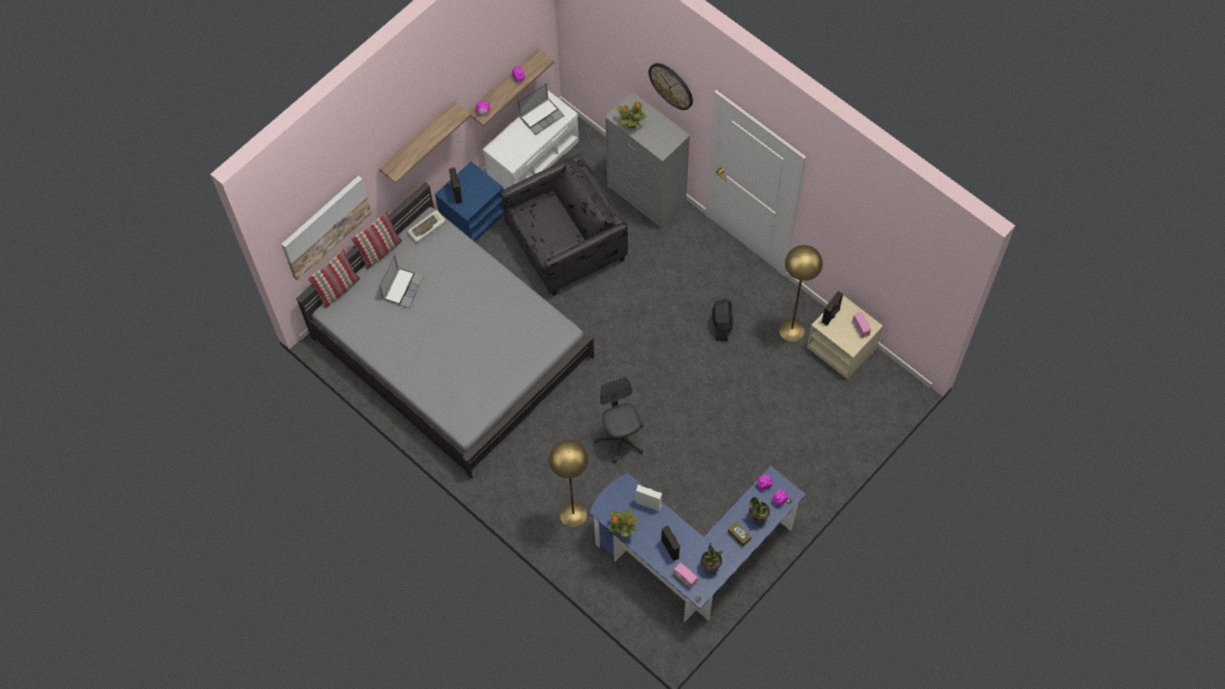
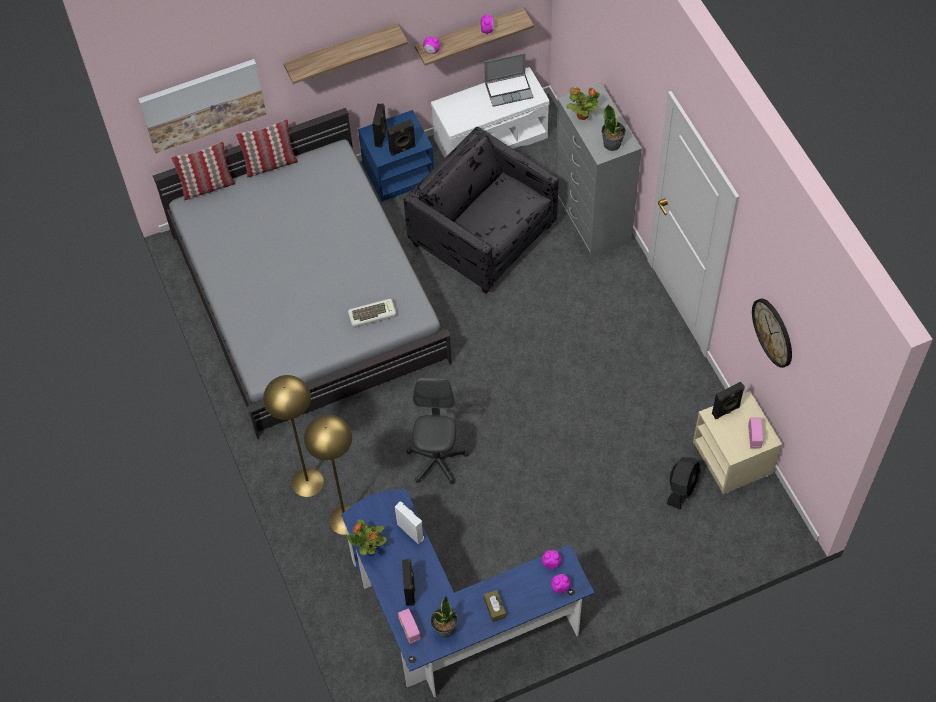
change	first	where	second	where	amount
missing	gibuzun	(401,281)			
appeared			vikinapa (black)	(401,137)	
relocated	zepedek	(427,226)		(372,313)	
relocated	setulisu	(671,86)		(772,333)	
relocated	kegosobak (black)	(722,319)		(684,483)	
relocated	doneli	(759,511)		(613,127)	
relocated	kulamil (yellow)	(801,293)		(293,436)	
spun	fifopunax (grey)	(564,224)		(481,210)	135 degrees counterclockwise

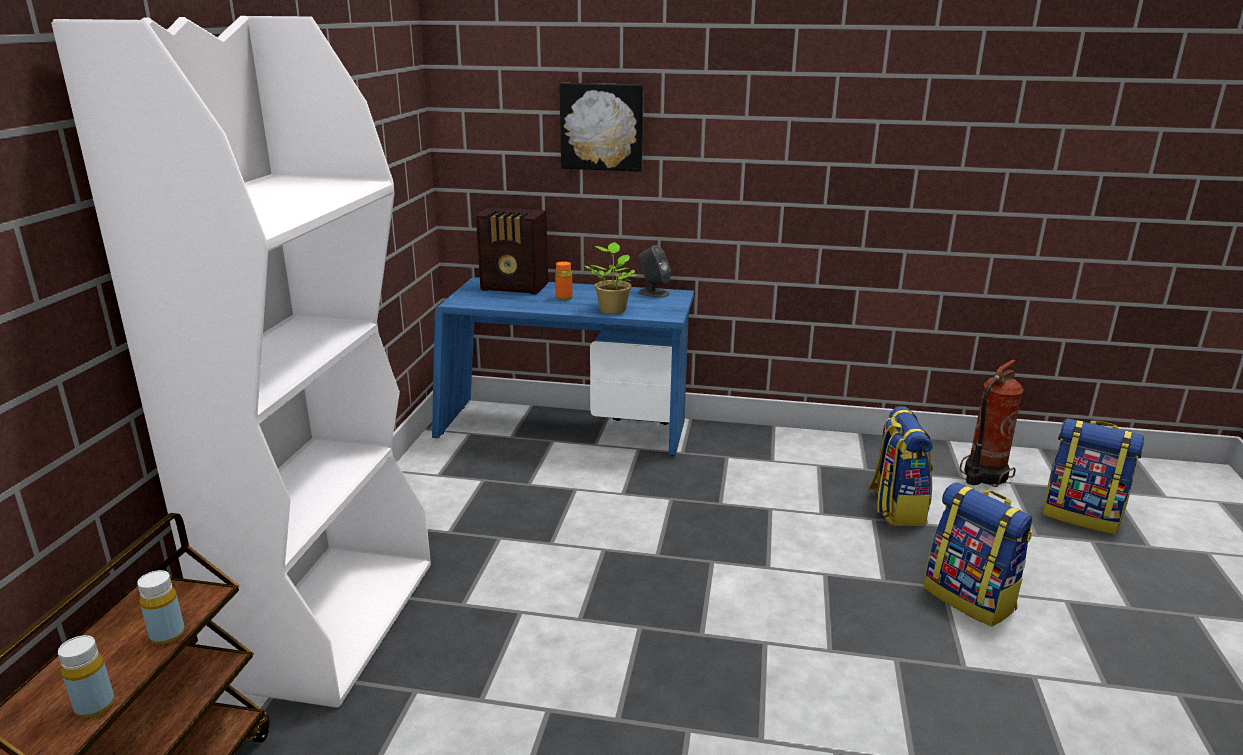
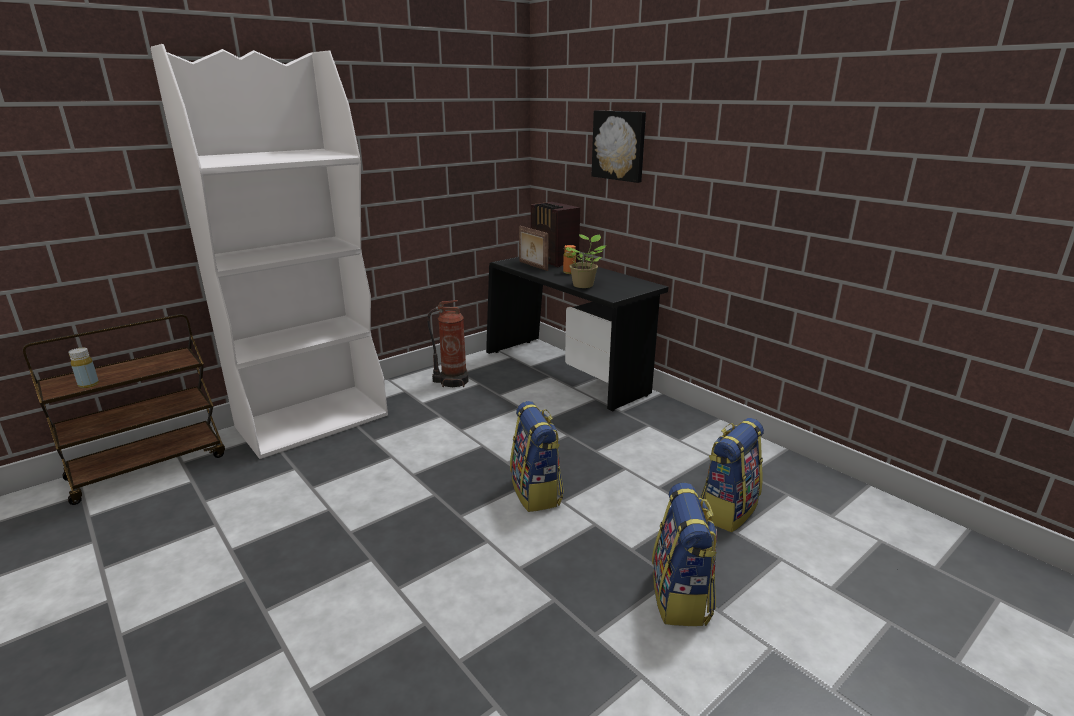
change	first	where	second	where	amount
missing	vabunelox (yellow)	(161,607)			
missing	vikinapa (grey)	(654,271)			
appeared			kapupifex	(533,248)	
relocated	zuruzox	(992,423)		(448,343)	
relocated	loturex	(1093,476)		(537,456)	
colour	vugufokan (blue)	(563,366)	vugufokan (black)	(577,334)	

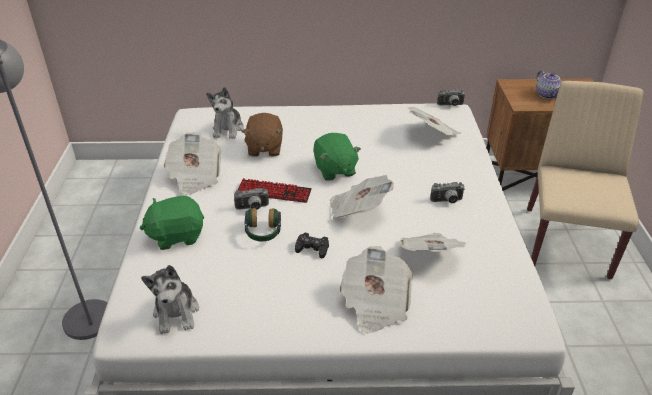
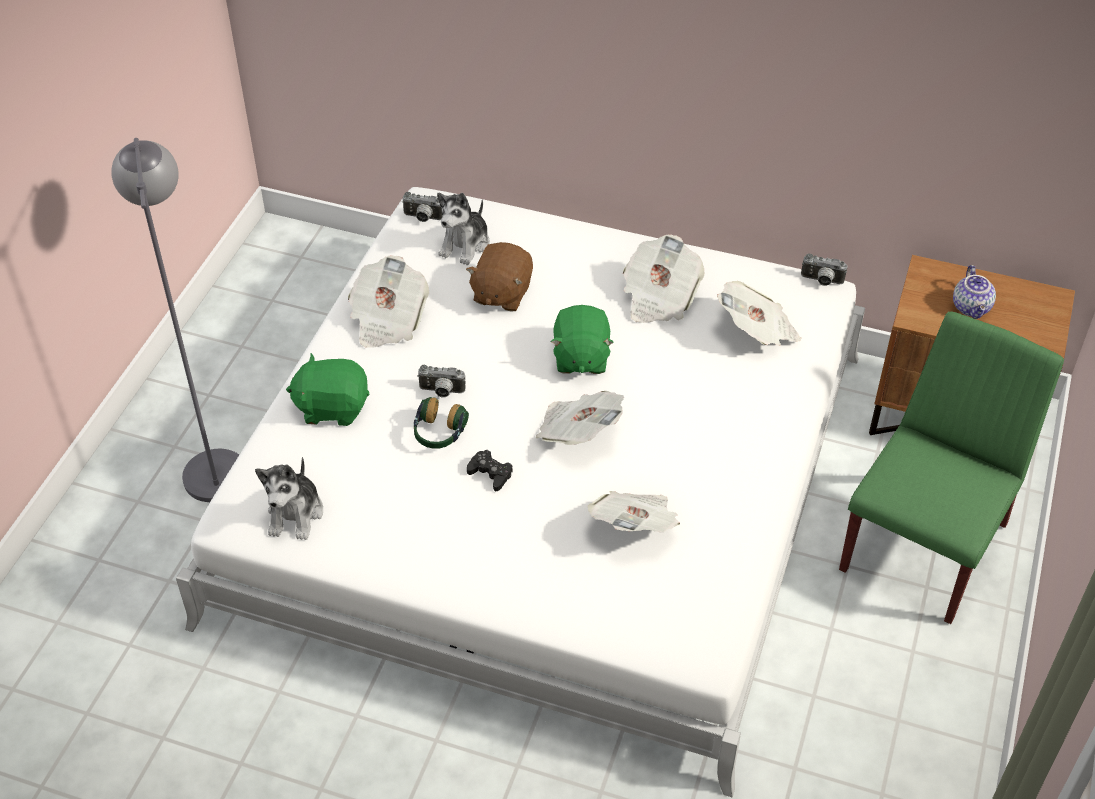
change	first	where	second	where	amount
missing	zepedek	(275,190)			
relocated	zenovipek	(376,290)		(664,278)	
relocated	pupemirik	(447,193)		(422,207)	
colour	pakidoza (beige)	(585,180)	pakidoza (green)	(951,467)	

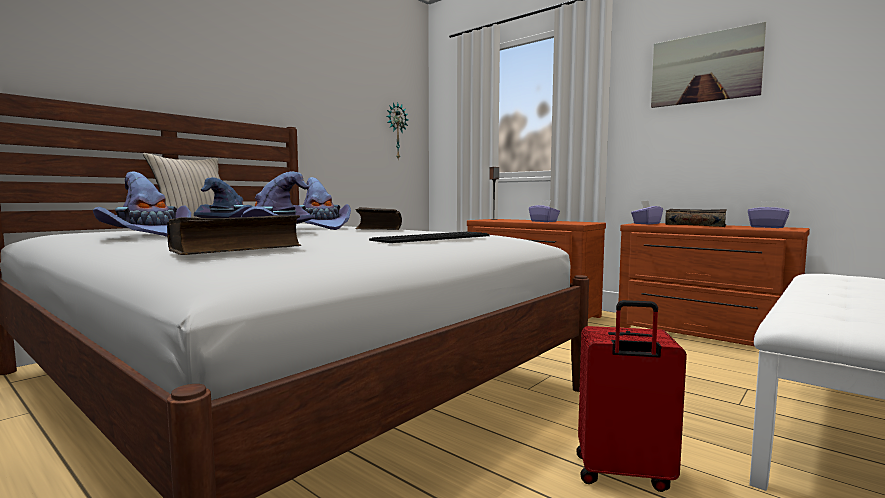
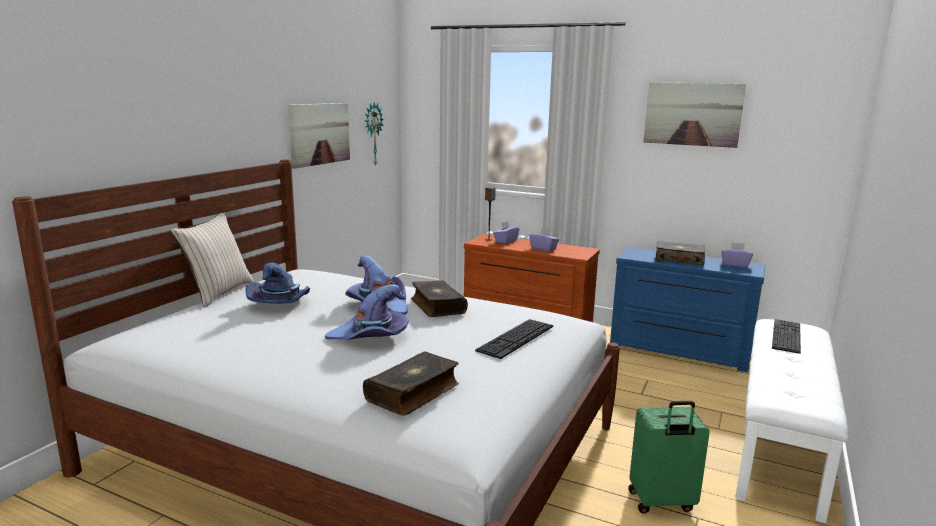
change	first	where	second	where	amount
missing	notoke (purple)	(142,204)			
appeared			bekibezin	(319,136)	
appeared			zepedek	(786,336)	
relocated	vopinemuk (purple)	(647,212)		(506,232)	
colour	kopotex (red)	(631,396)	kopotex (green)	(669,457)	
colour	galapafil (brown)	(714,284)	galapafil (blue)	(687,310)	

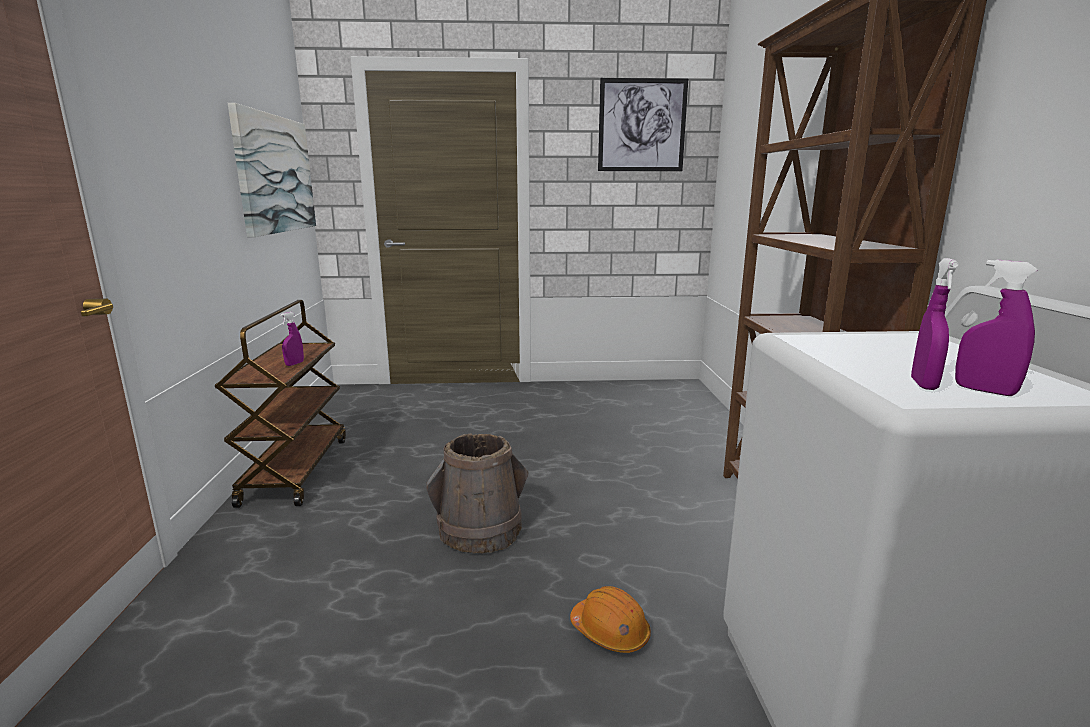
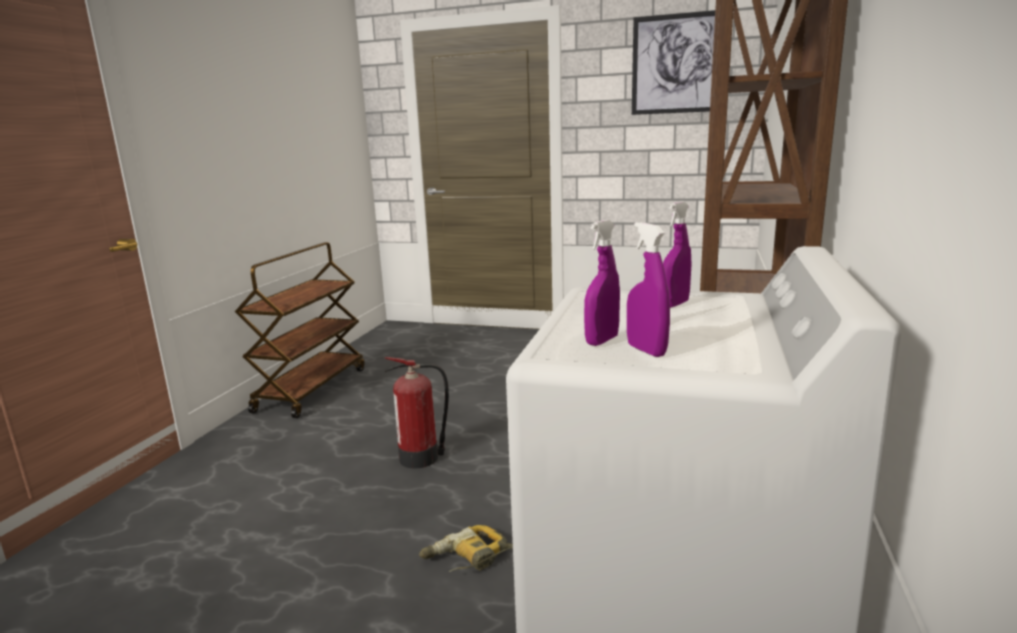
change	first	where	second	where	amount
missing	bekibezin	(272,170)			
relocated	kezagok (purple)	(292,339)		(677,255)	
exchanged	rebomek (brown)	(477,493)	zuruzox	(416,412)	
exchanged	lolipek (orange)	(610,619)	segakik	(466,548)	

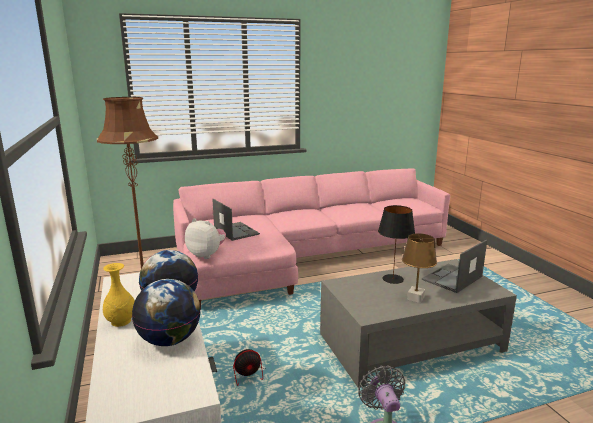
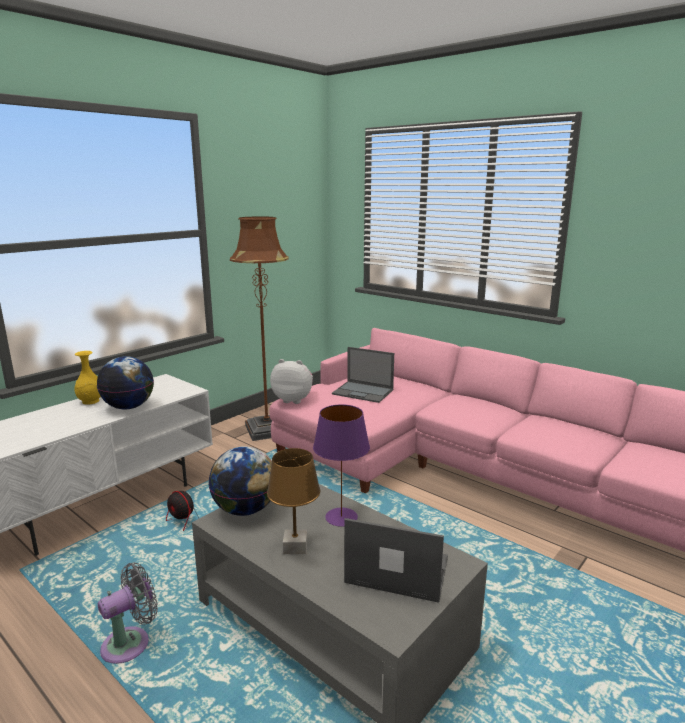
change	first	where	second	where	amount
relocated	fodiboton	(166,312)		(240,481)	
colour	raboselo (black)	(396,244)	raboselo (purple)	(341,465)	
spun	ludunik	(205,238)		(291,381)	75 degrees counterclockwise
spun	gibuzun	(236,220)		(363,375)	90 degrees clockwise

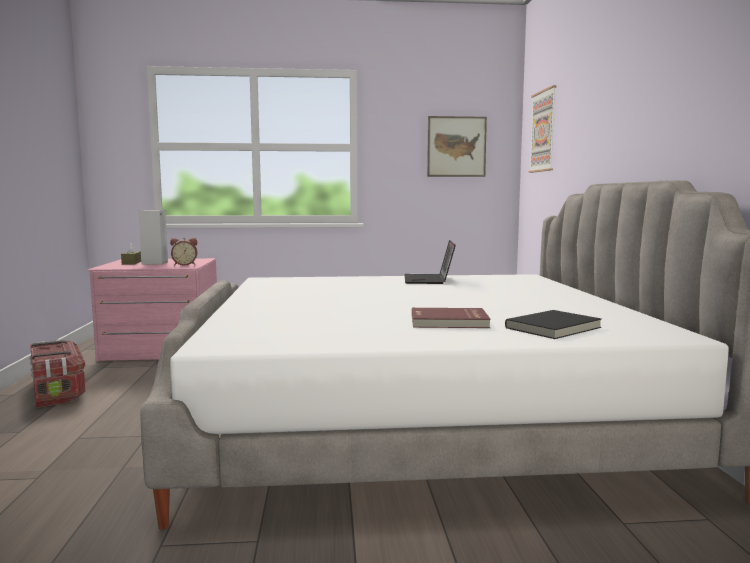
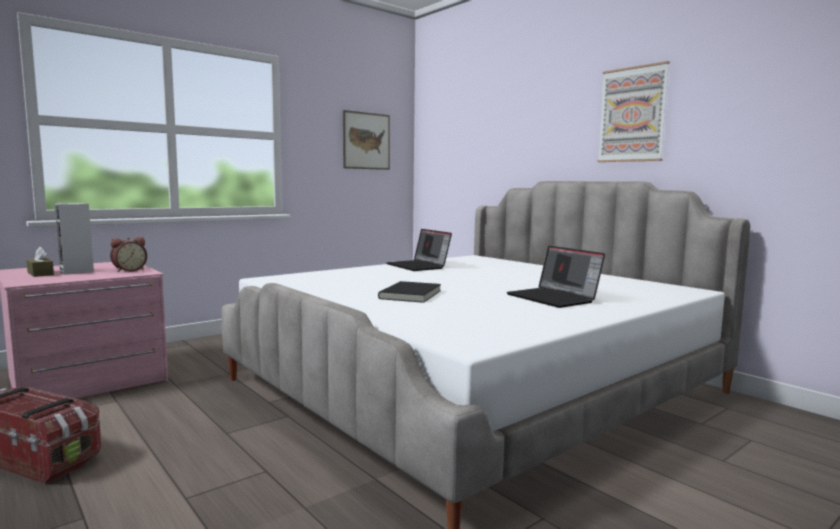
change	first	where	second	where	amount
relocated	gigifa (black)	(553,324)		(409,292)	
relocated	bekibezin	(542,129)		(633,111)	
exchanged	gigifa (red)	(451,318)	gibuzun	(555,277)	

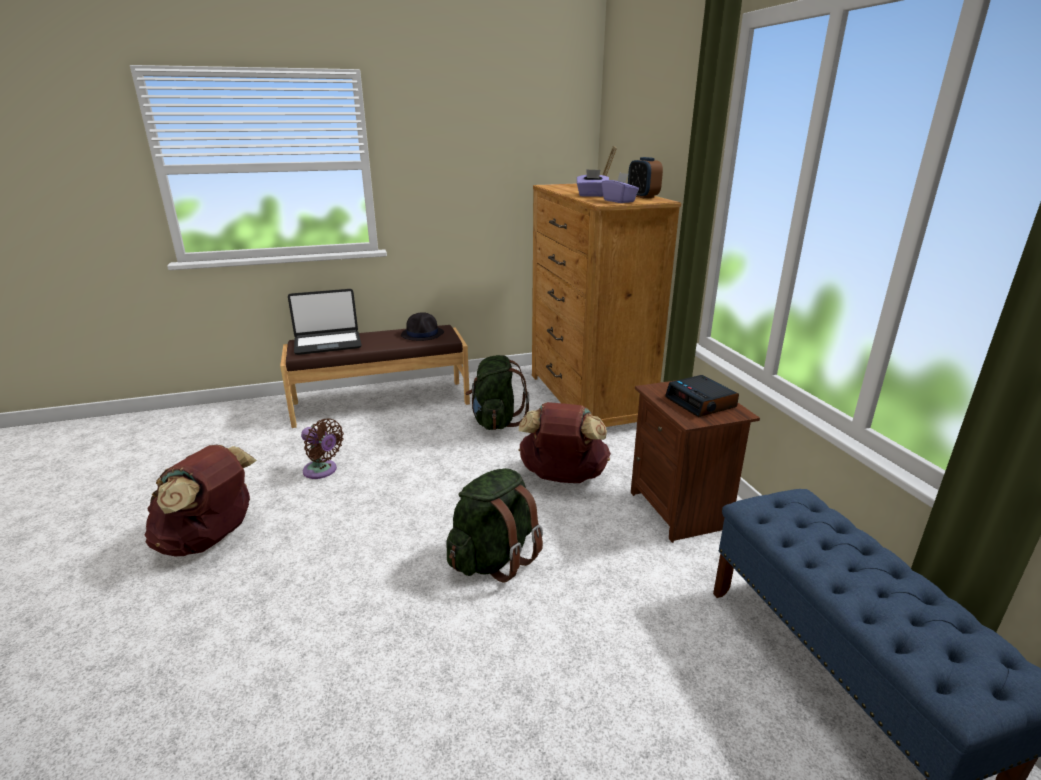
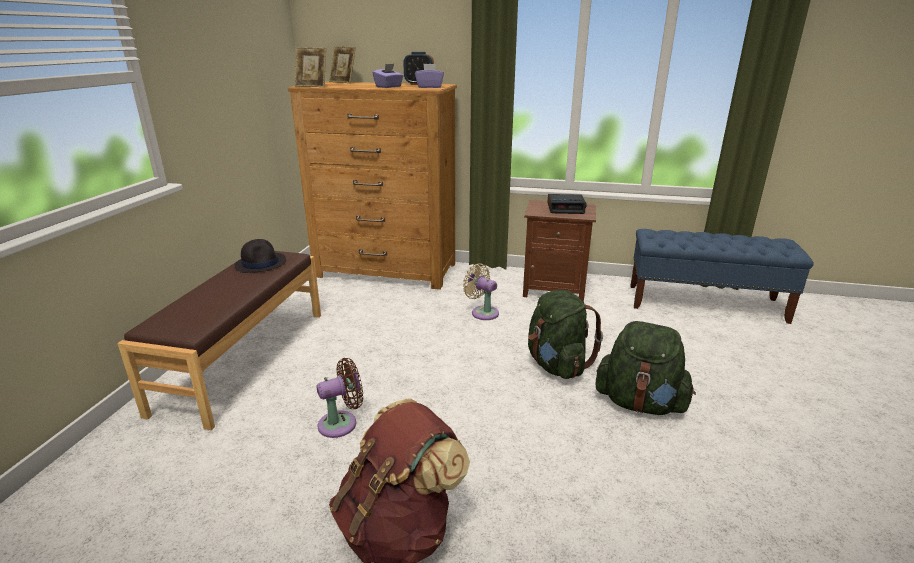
change	first	where	second	where	amount
missing	gibuzun	(325,322)			
appeared			kapupifex	(310,67)	
relocated	loturex (green)	(497,392)		(646,368)	
exchanged	loturex (brown)	(565,442)	kegosobak (beige)	(481,292)	

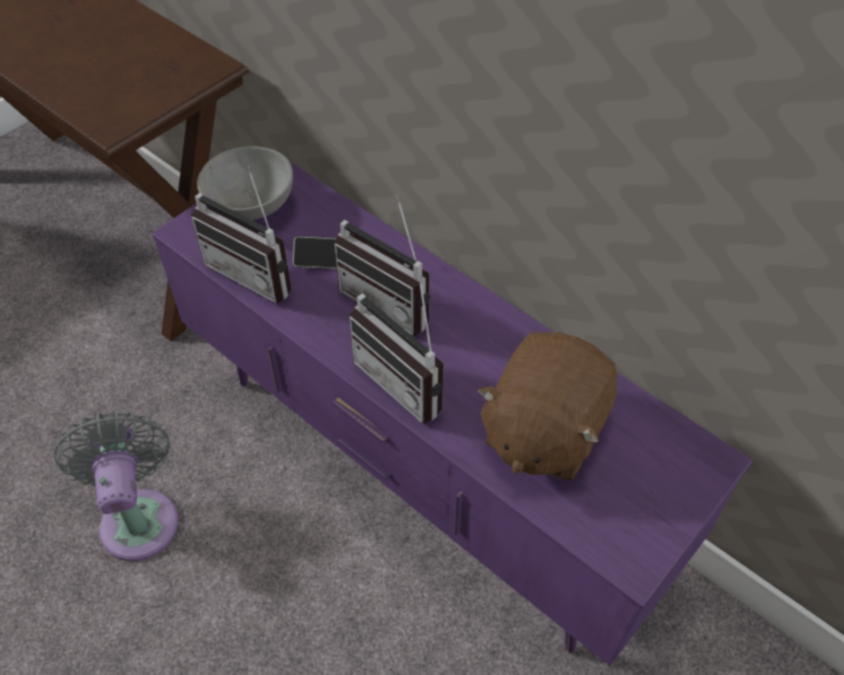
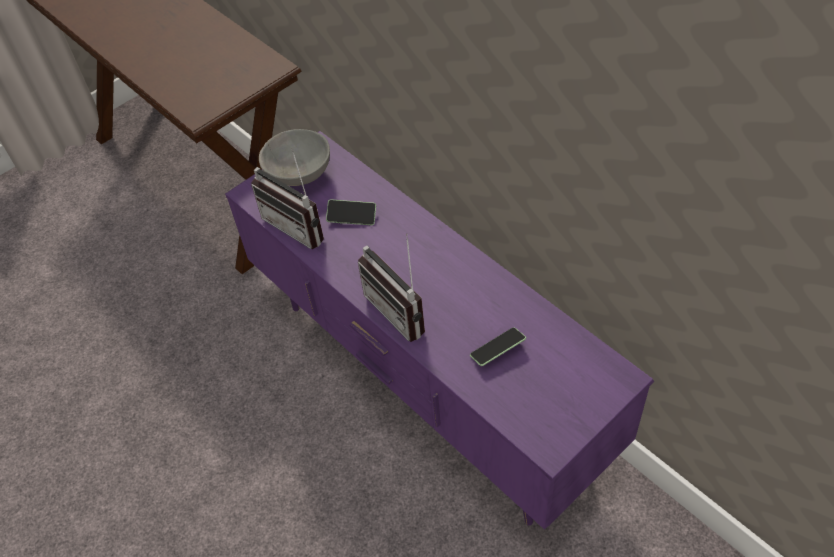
change	first	where	second	where	amount
missing	kegosobak (grey)	(116,486)			
missing	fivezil	(382,265)			
exchanged	ludunik (brown)	(547,406)	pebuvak	(498,347)	

